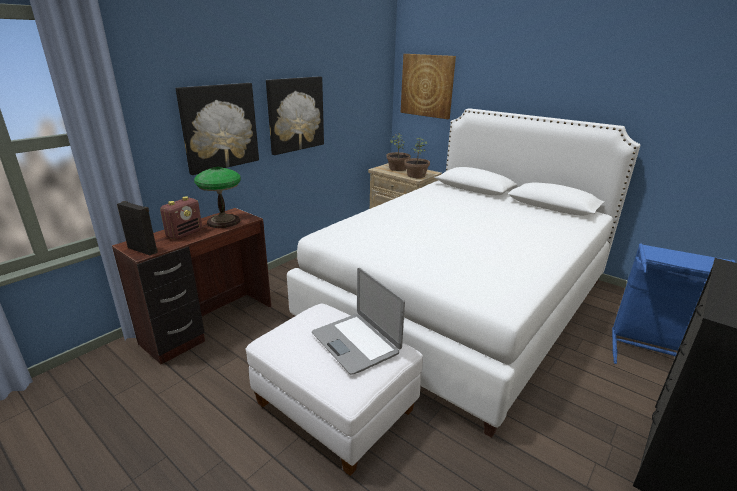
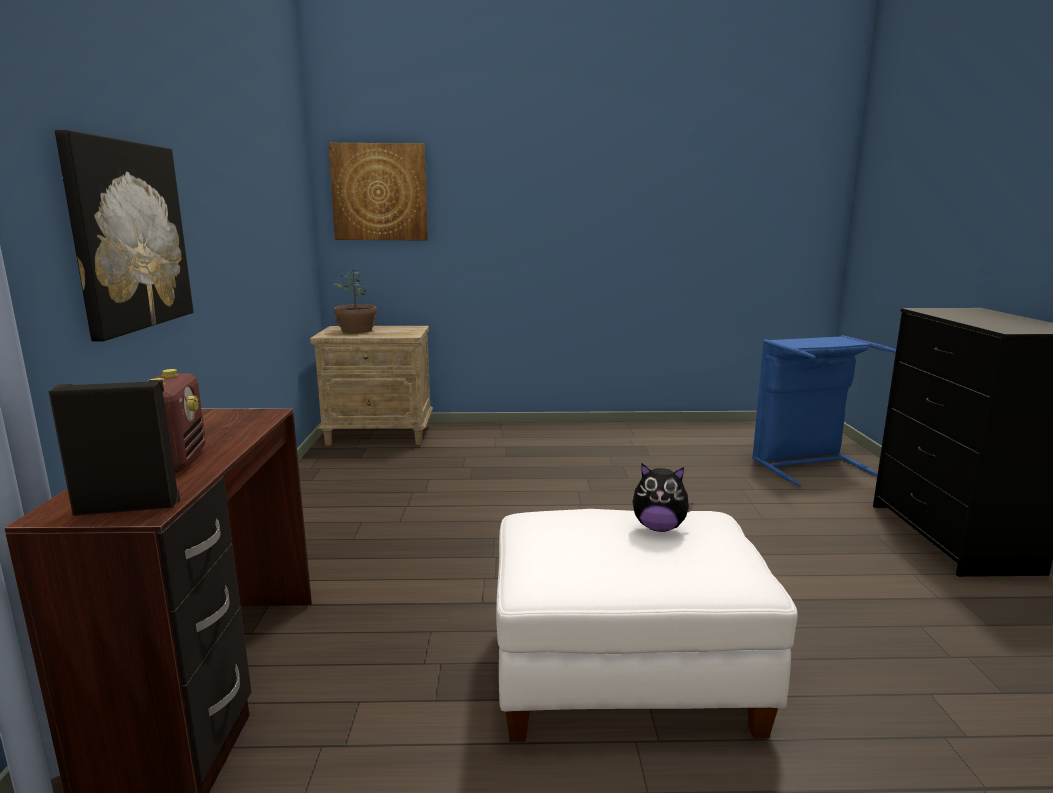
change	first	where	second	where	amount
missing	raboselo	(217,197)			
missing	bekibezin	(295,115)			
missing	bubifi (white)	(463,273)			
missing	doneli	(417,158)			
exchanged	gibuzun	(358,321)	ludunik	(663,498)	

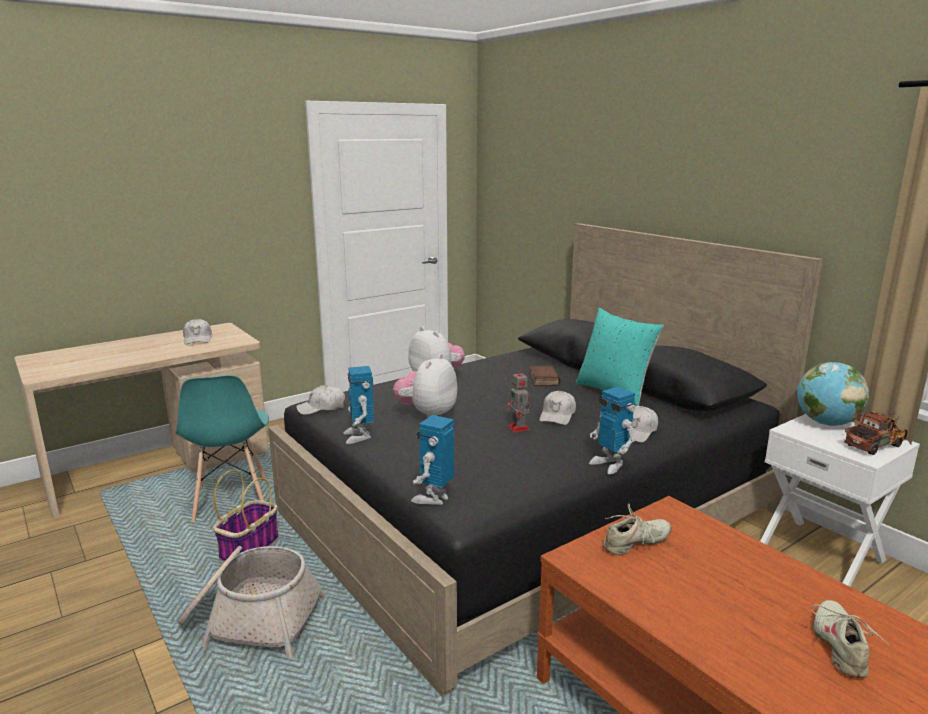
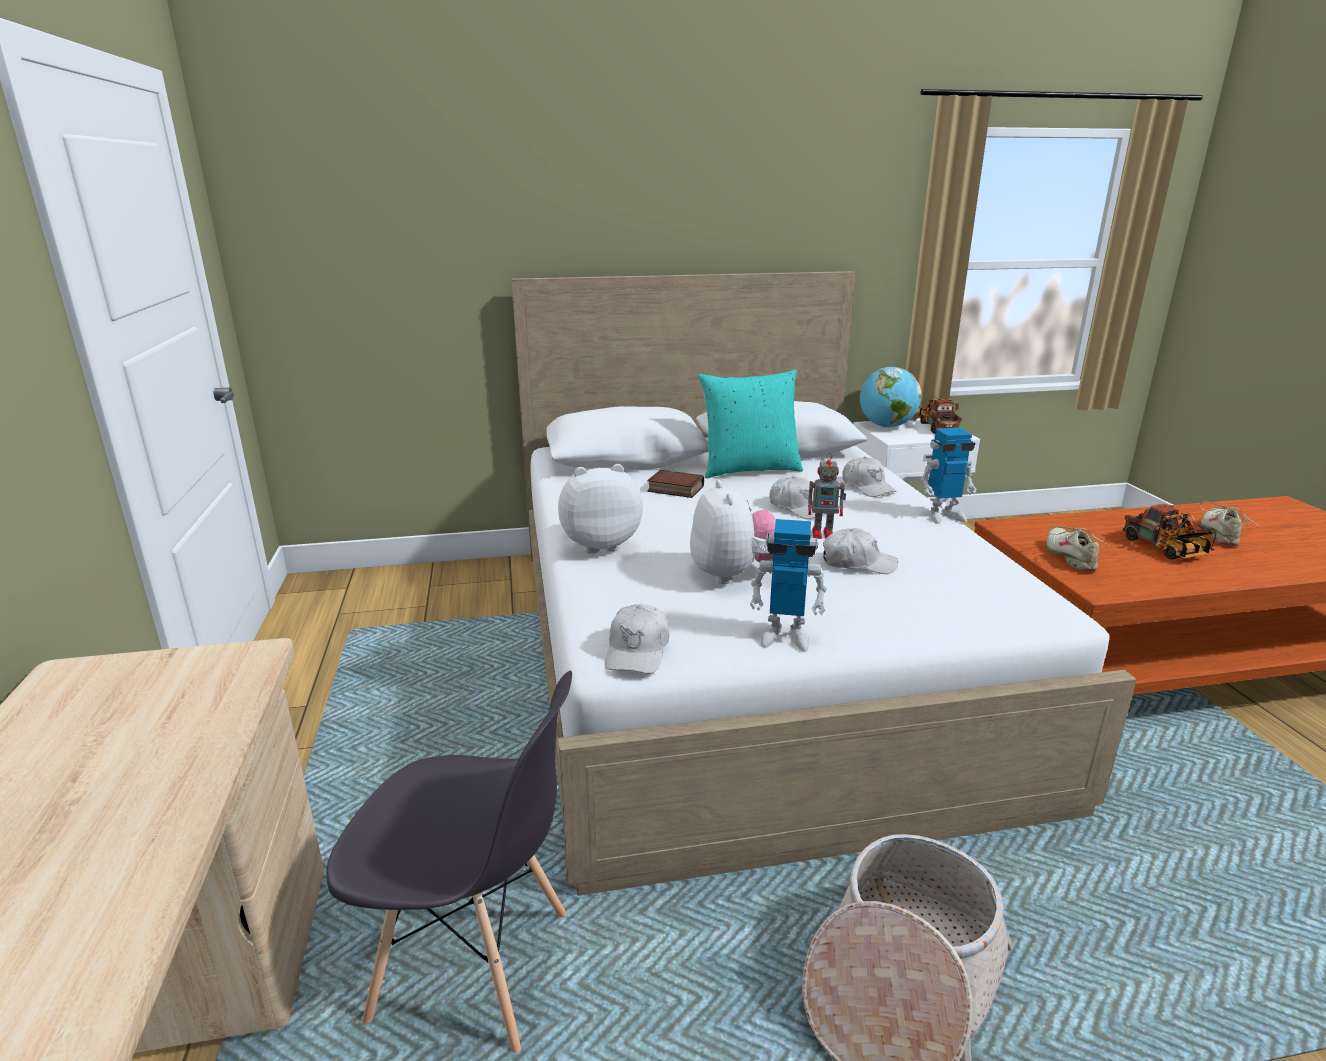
change	first	where	second	where	amount
missing	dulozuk	(246,516)			
missing	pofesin	(432,460)			
appeared			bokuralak	(1169,531)	
relocated	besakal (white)	(197,332)		(860,551)	
colour	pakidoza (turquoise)	(222,448)	pakidoza (grey)	(449,862)	
colour	bubifi (black)	(545,460)	bubifi (white)	(824,583)	
spun	ludunik	(425,386)		(733,532)	150 degrees counterclockwise
spun	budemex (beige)	(850,639)		(1229,523)	75 degrees clockwise

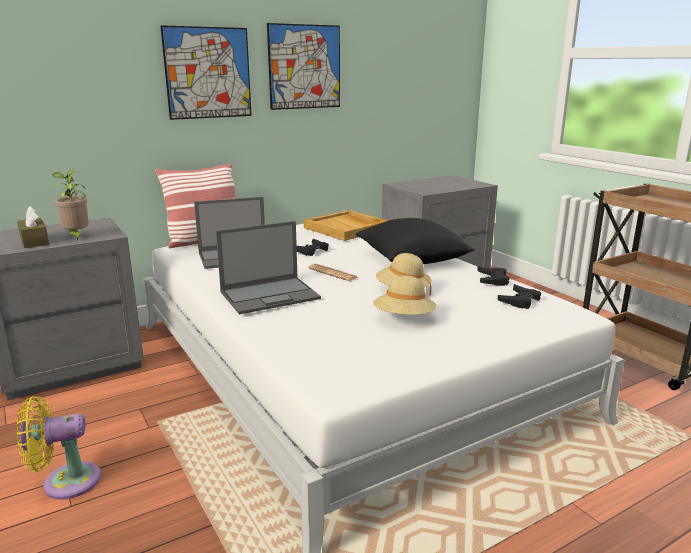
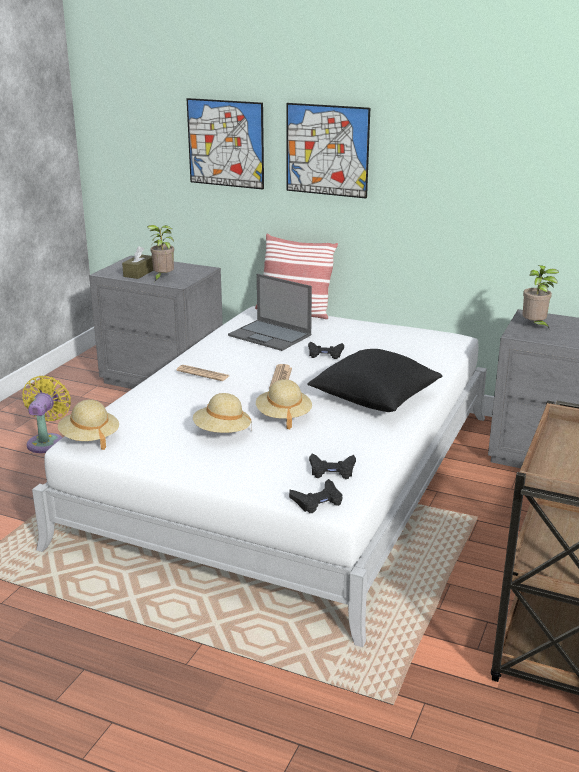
change	first	where	second	where	amount
missing	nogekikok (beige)	(346,225)			
appeared			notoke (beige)	(88,424)	
appeared			doneli	(540,297)	
relocated	bekibezin	(303,66)		(225,143)	
relocated	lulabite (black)	(493,276)		(315,496)	
exchanged	gibuzun	(268,267)	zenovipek	(202,373)	
spun	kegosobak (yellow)	(59,447)		(46,414)	60 degrees clockwise

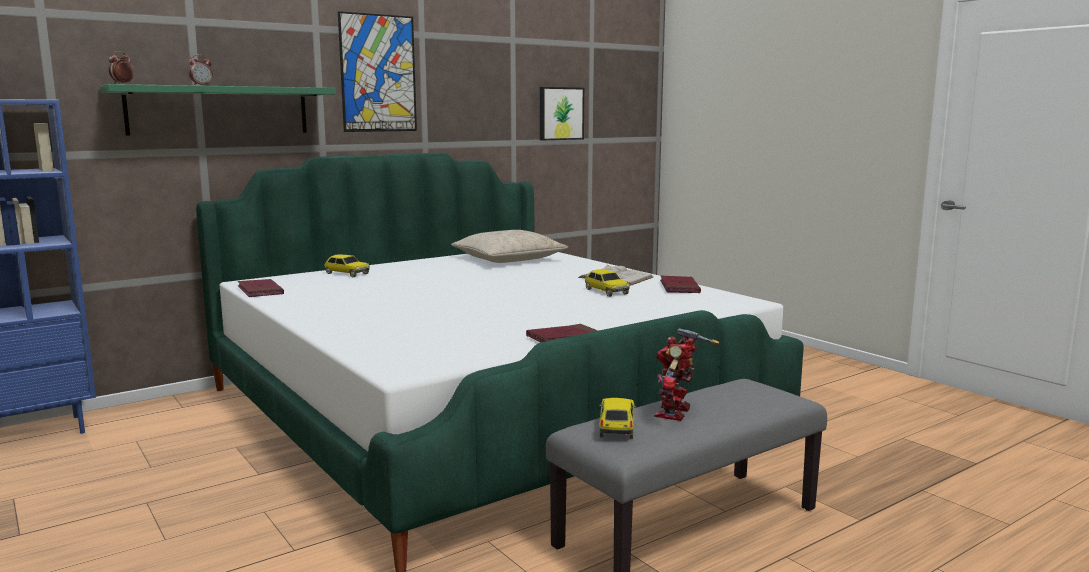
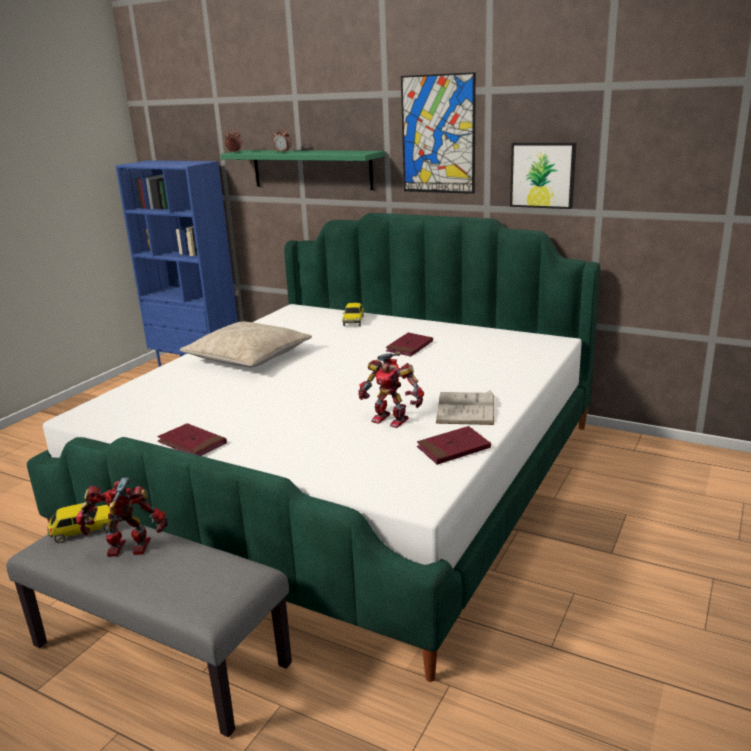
change	first	where	second	where	amount
relocated	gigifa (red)	(261,288)		(409,344)	
relocated	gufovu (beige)	(509,246)		(246,344)	
relocated	bekibezin	(562,113)		(543,175)	
exchanged	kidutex	(607,283)	pofesin	(391,390)	

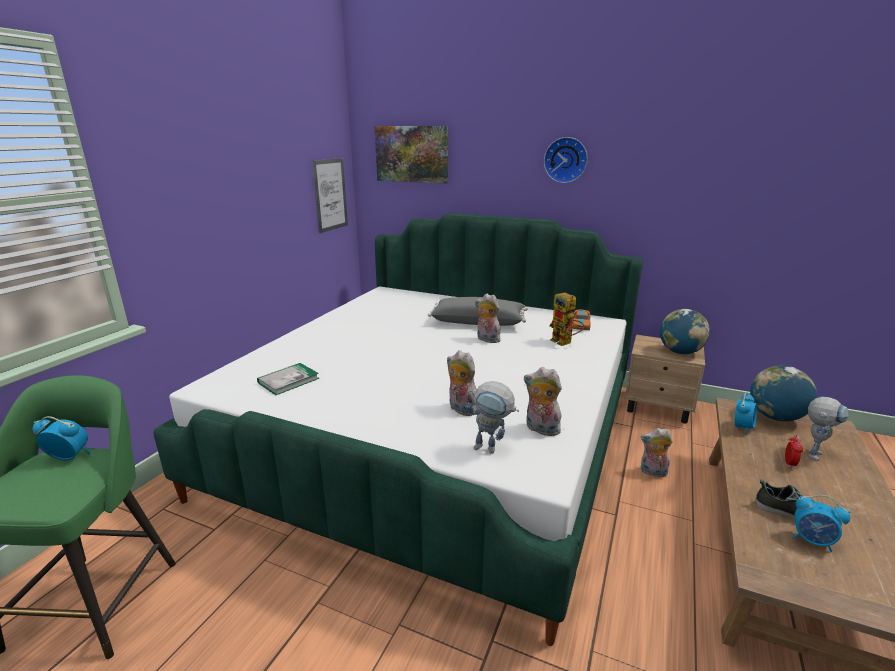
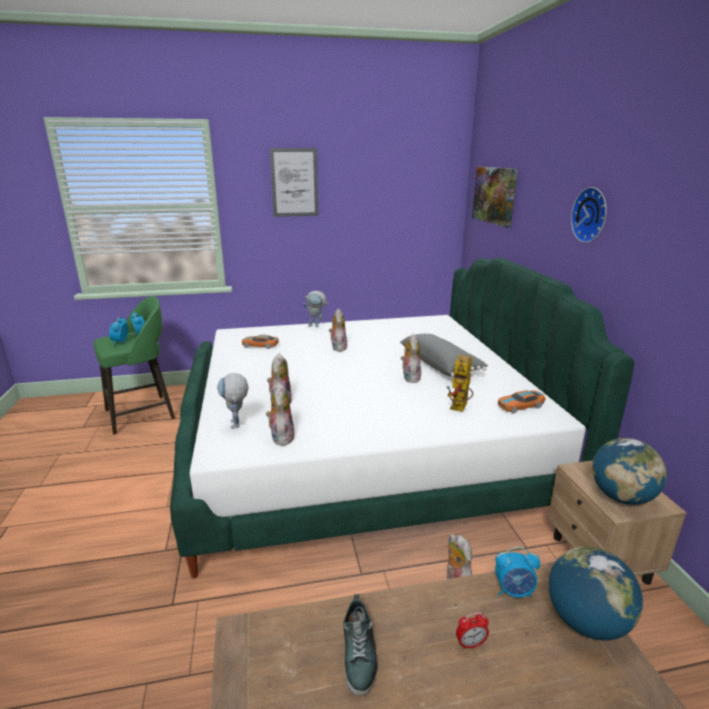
change	first	where	second	where	amount
appeared			ludunik	(338,330)	
relocated	bekibezin	(330,195)		(294,182)	
relocated	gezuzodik	(821,523)		(118,331)	
relocated	pofesin	(828,429)		(316,309)	
exchanged	gigifa	(288,379)	kidutex	(260,342)	

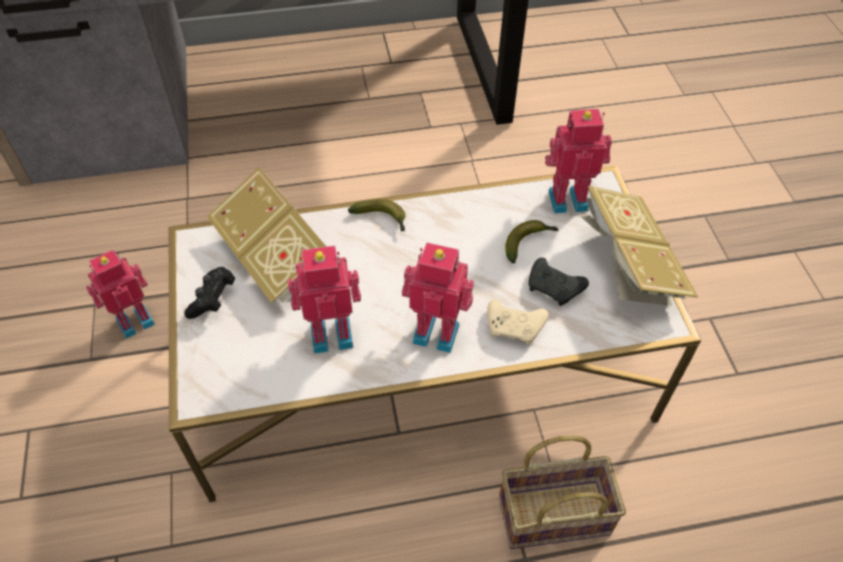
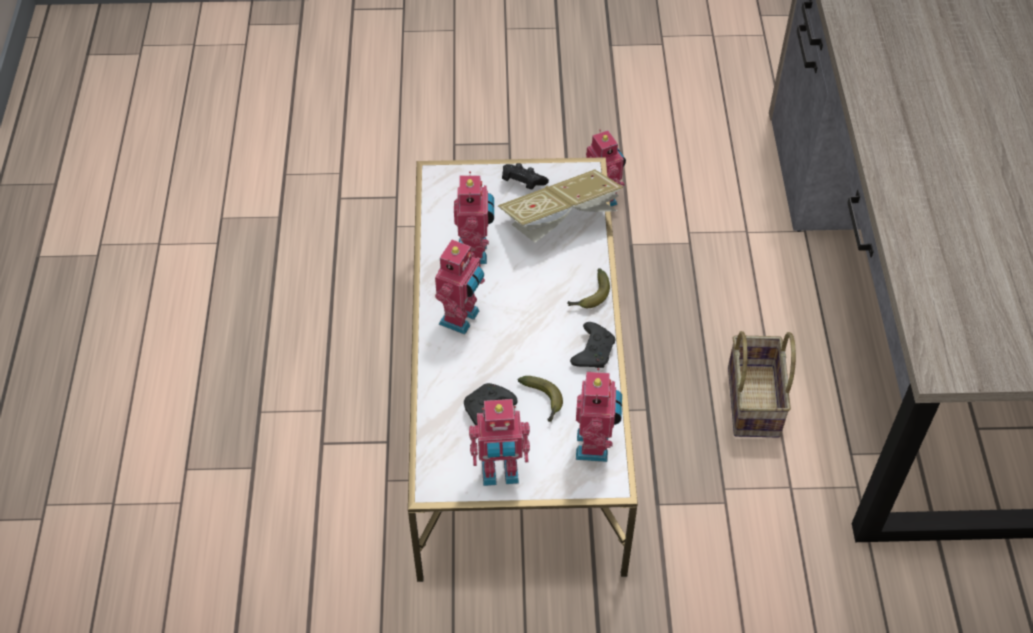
change	first	where	second	where	amount
missing	lulabite (beige)	(517,322)			
appeared			lulabite (black)	(592,345)	
relocated	dulozuk	(562,492)		(762,384)	
exchanged	gigifa	(637,246)	pofesin	(499,442)	

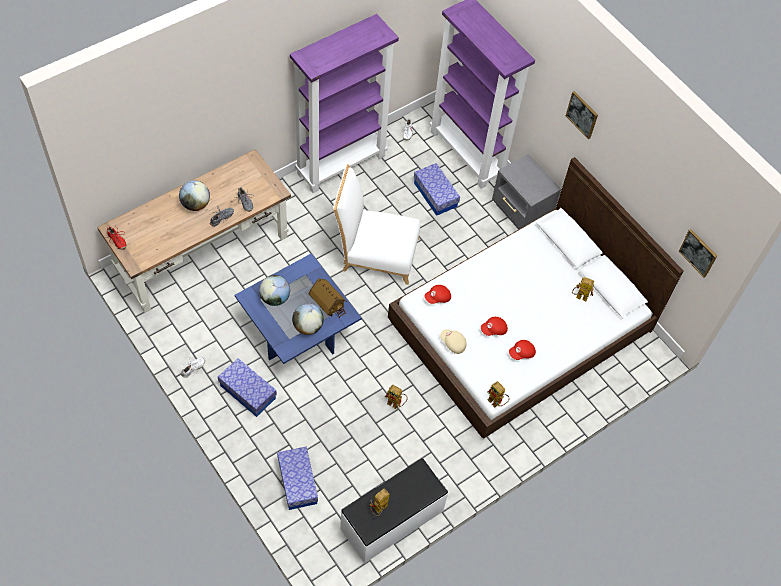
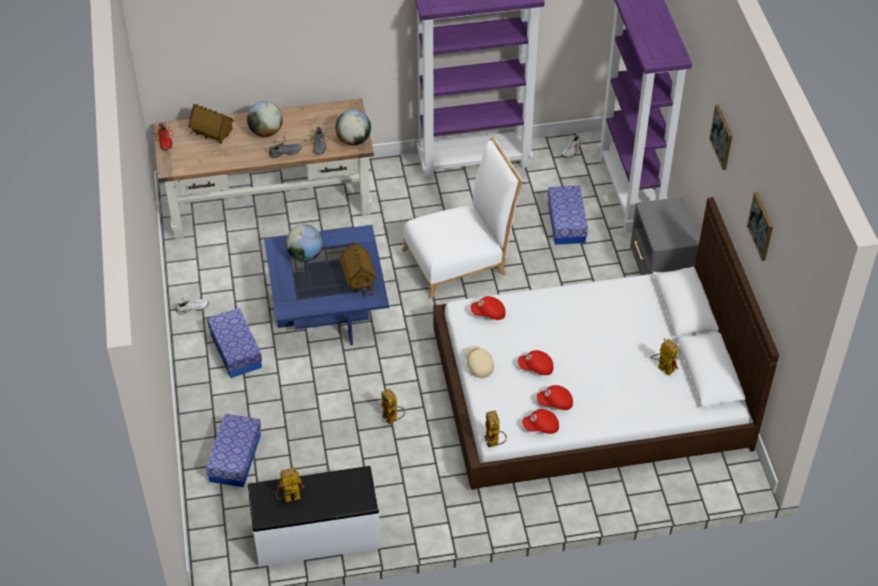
change	first	where	second	where	amount
appeared			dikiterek	(211,124)	
appeared			besakal (red)	(540,421)	
relocated	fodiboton	(308,319)		(353,128)	
relocated	bekibezin	(697,253)		(760,226)	
spun	pakidoza (white)	(376,224)		(462,217)	120 degrees clockwise

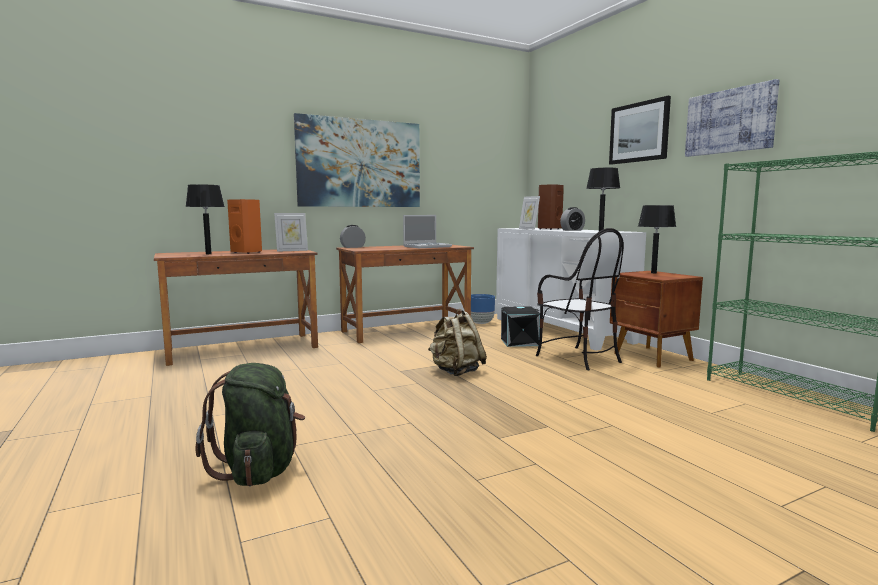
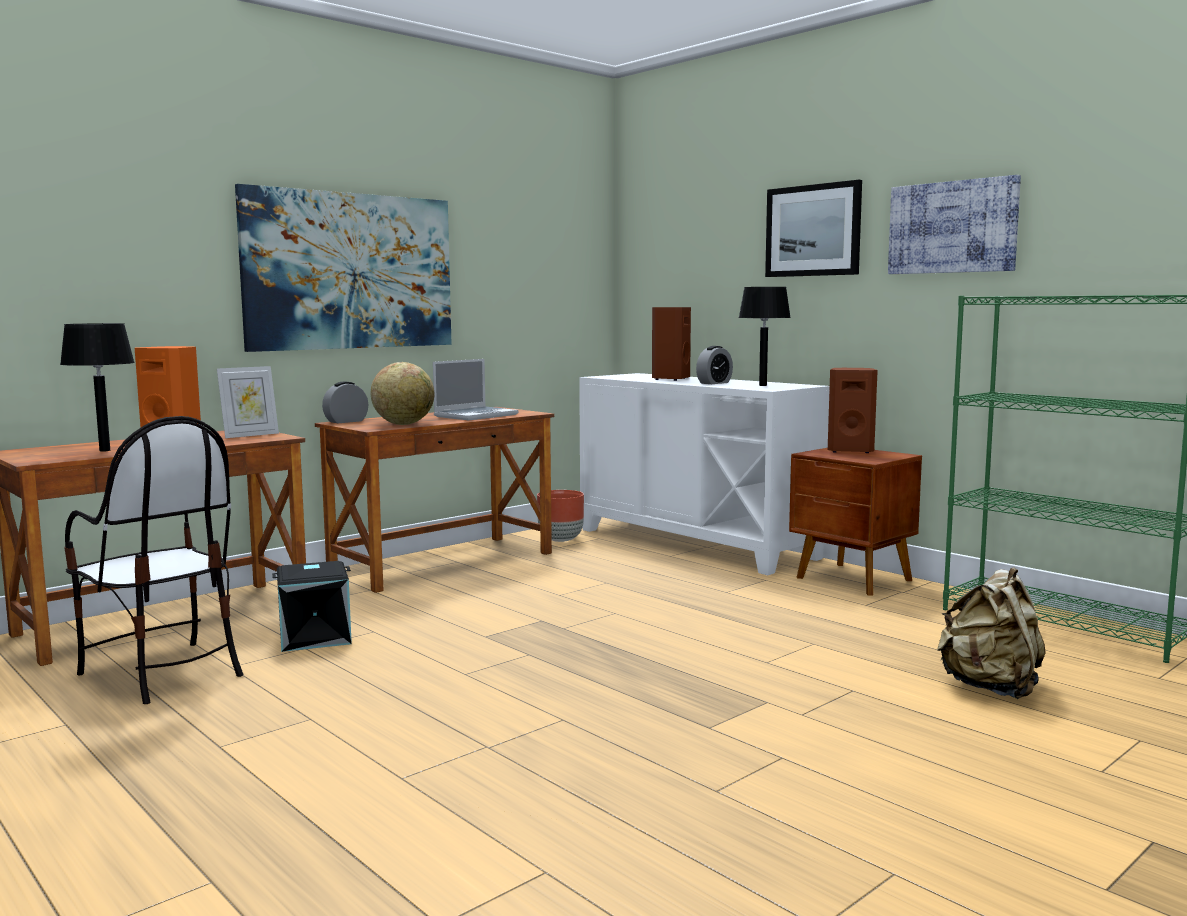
change	first	where	second	where	amount
missing	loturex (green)	(250,424)			
missing	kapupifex	(529,213)			
appeared			fodiboton	(402,393)	
relocated	loturex (beige)	(457,342)		(991,633)	
relocated	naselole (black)	(520,326)		(312,606)	
relocated	pakidoza	(580,299)		(153,560)	
exchanged	raboselo (black)	(657,239)	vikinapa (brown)	(853,410)	
colour	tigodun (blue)	(483,309)	tigodun (brown)	(560,516)	

